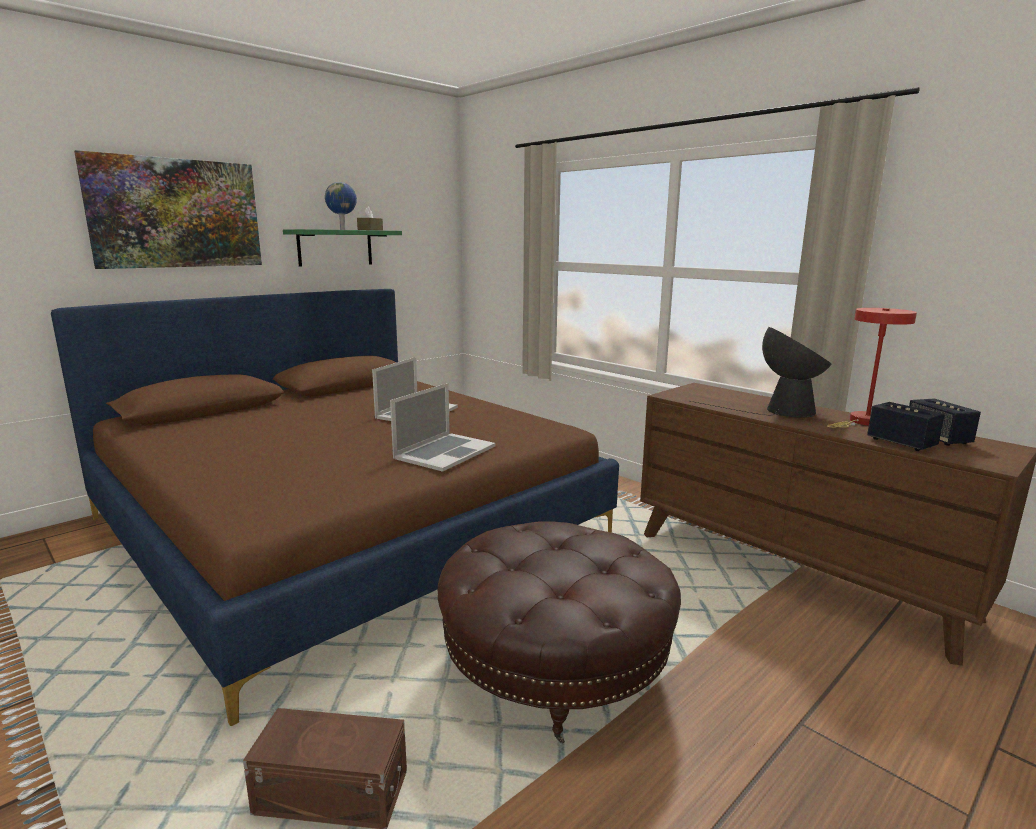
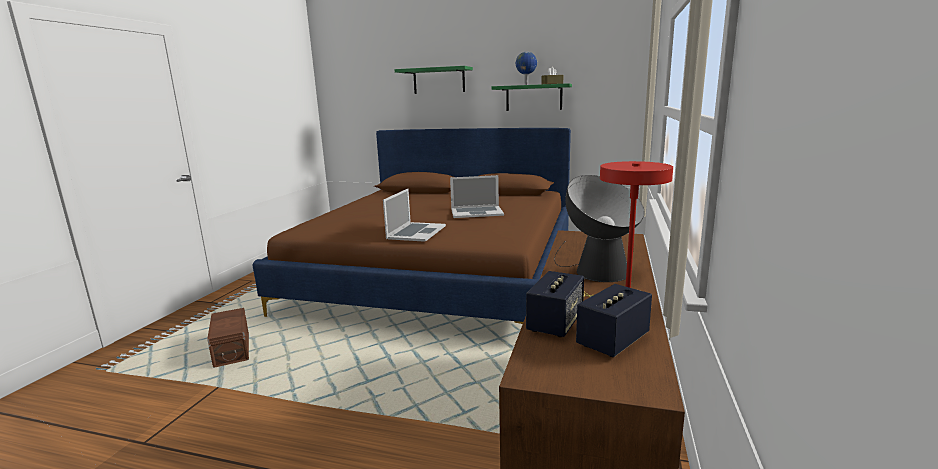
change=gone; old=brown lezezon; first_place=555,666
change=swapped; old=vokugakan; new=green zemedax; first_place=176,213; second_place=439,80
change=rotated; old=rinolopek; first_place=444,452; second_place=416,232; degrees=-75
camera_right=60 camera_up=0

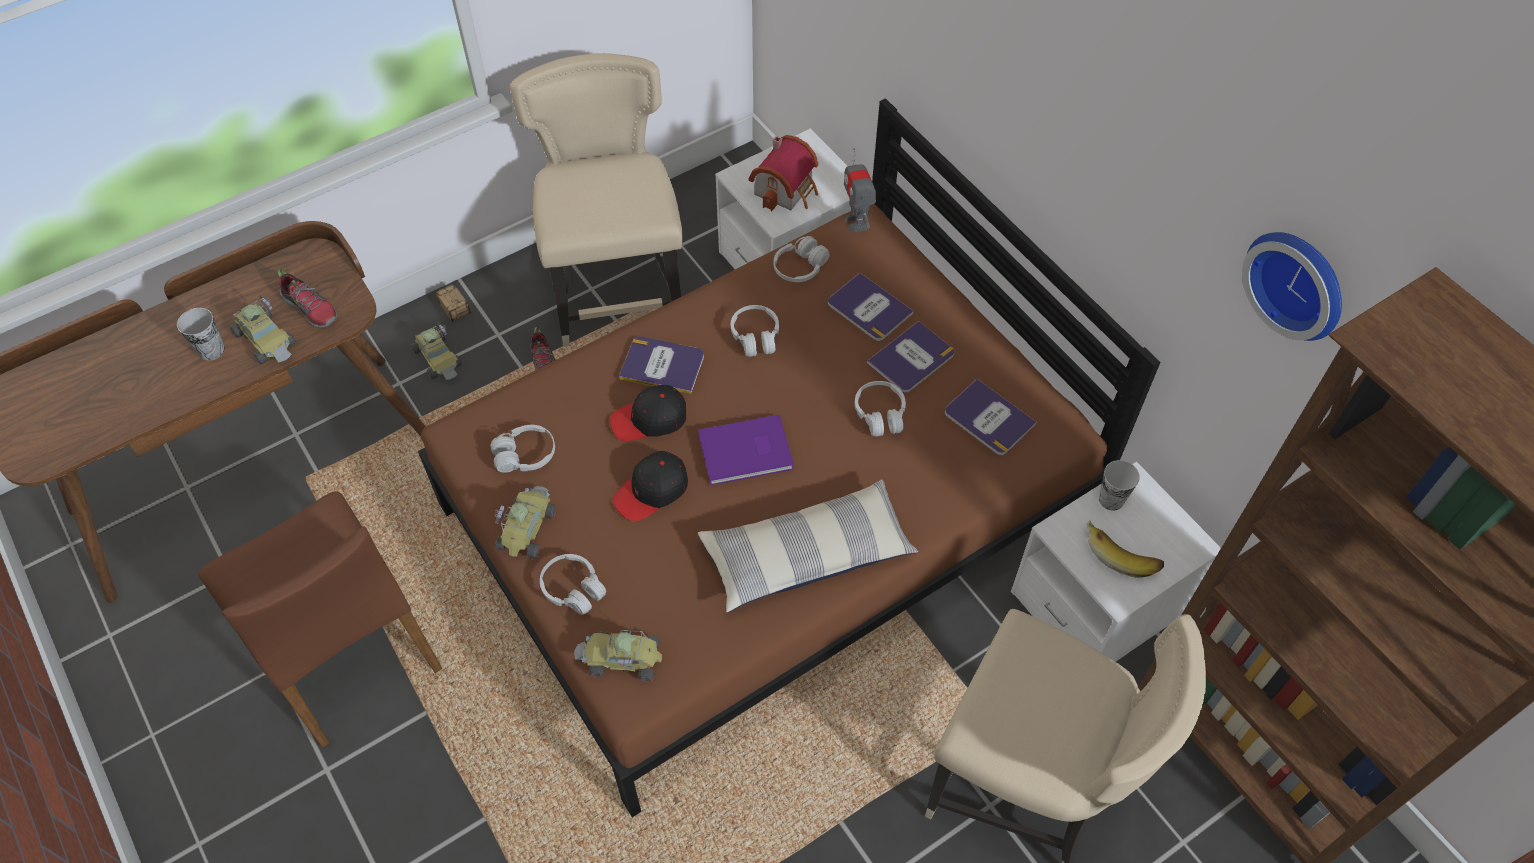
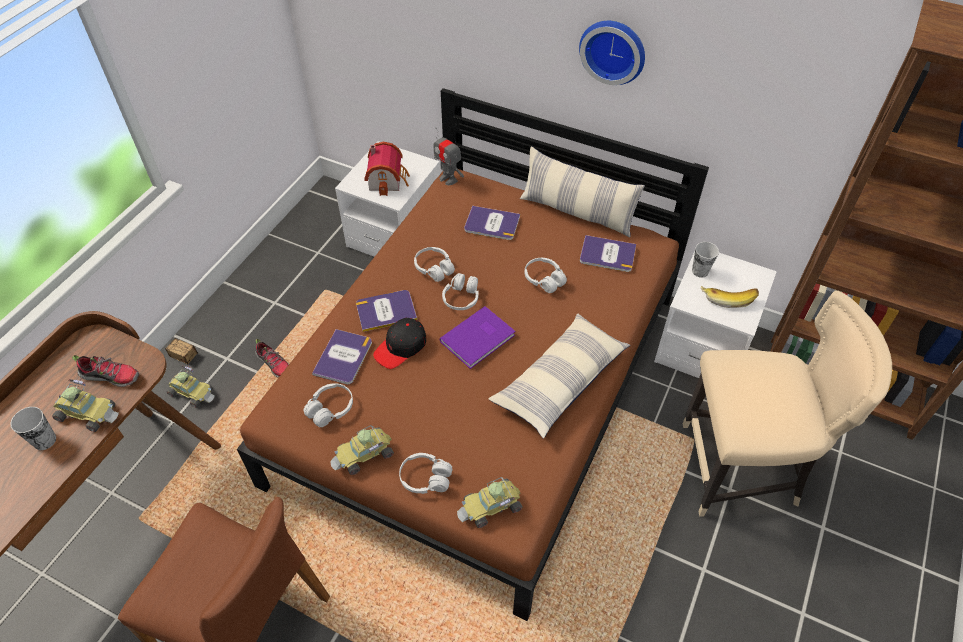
change=gone; old=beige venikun; first_place=618,292
change=gone; old=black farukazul; first_place=652,491
change=new; new=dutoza; second_place=577,212
change=shifted; old=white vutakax; first_place=800,267; second_place=461,298
change=shifted; old=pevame; first_place=911,358; second_place=343,357
change=shifted; old=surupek; first_place=1299,282; second_place=613,50
change=rotated; old=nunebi; first_place=526,528; second_place=365,455; degrees=-105
camera_right=-30 camera_up=-5

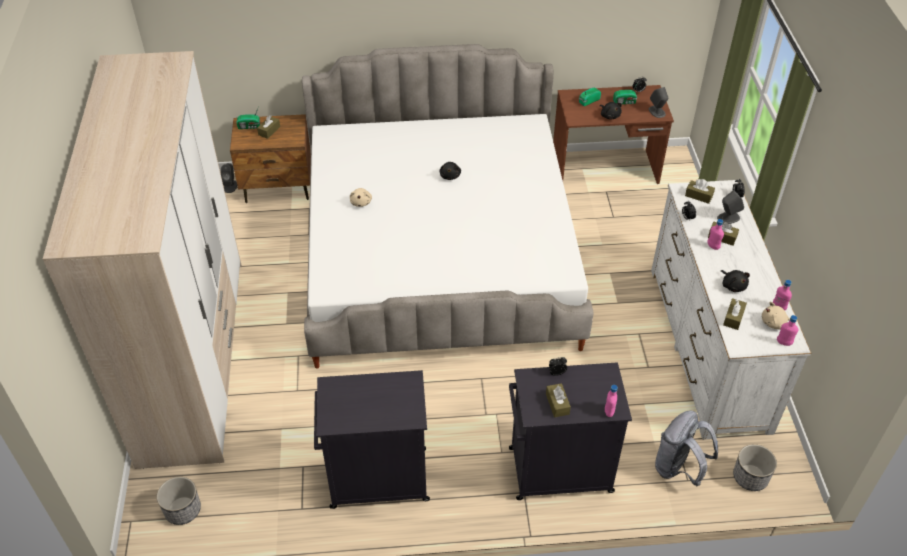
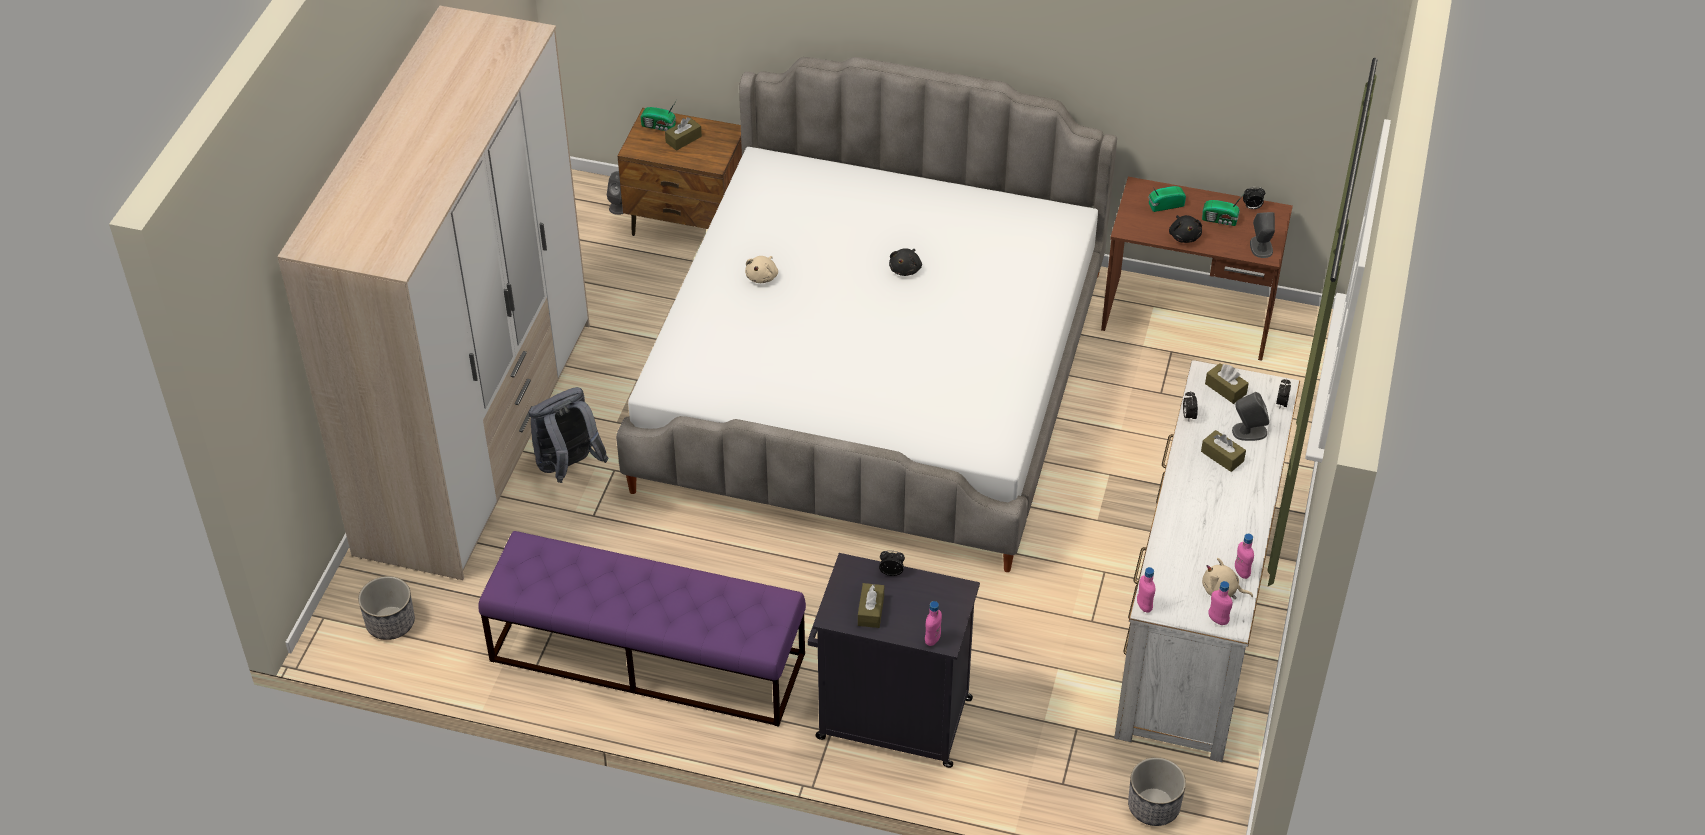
change=gone; old=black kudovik; first_place=733,285
change=gone; old=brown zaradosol; first_place=733,318
change=shifted; old=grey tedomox; first_place=679,468; second_place=568,467
change=shifted; old=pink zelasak; first_place=713,246; second_place=1144,606
change=swapped; old=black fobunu; new=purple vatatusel; first_place=376,478; second_place=646,657
camera_right=20 camera_up=0

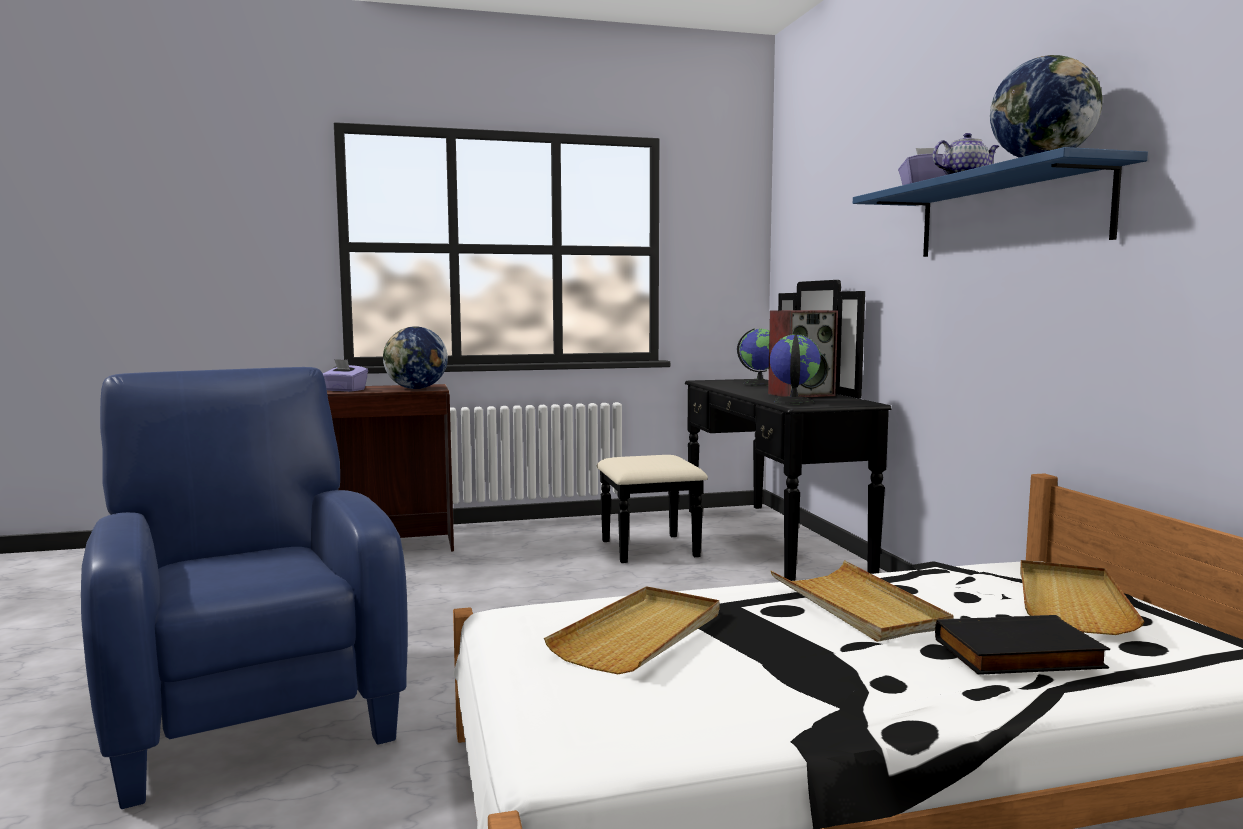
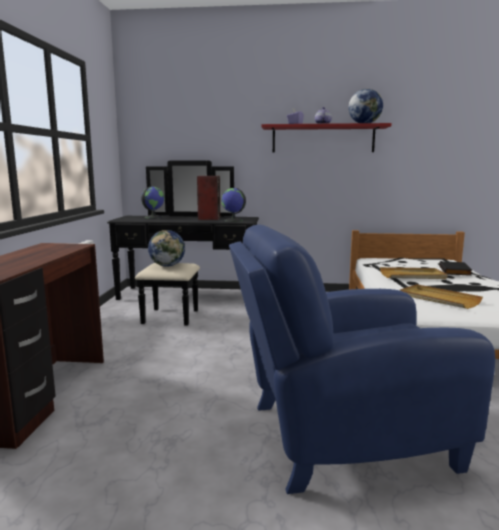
change=gone; old=purple zaradosol; first_place=345,390
change=gone; old=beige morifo; first_place=1070,601
change=shifted; old=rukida; first_place=416,388; second_place=167,266
change=repainted; old=blue zemedax; new=red zemedax; first_place=1007,214; second_place=323,139
camera_right=-70 camera_up=5

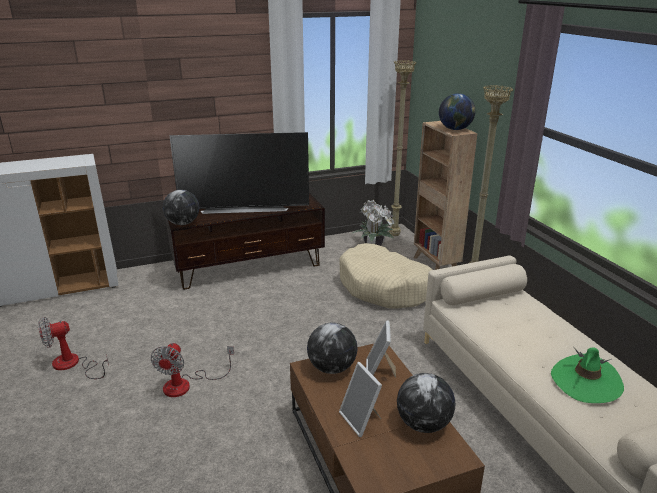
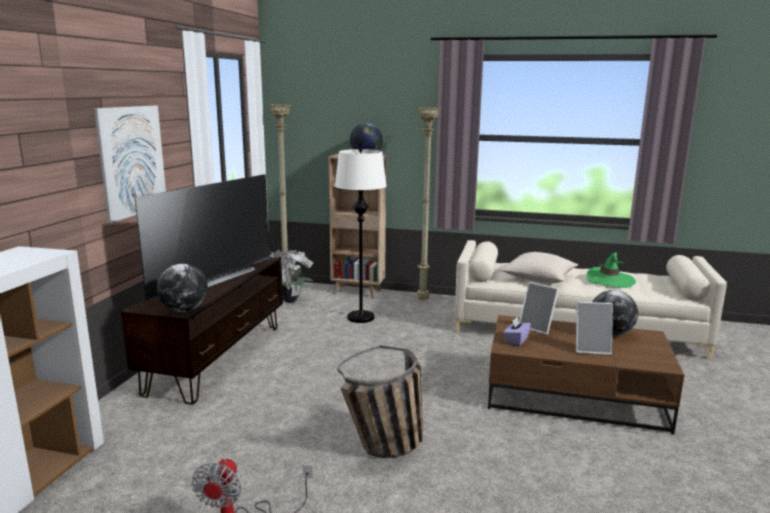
change=new; new=vokugakan; second_place=132,161
change=new; new=beige dutoza; second_place=538,278
change=swapped; old=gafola; new=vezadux; first_place=186,384; second_place=386,450
change=swapped; old=rukida; new=purple zaradosol; first_place=331,368; second_place=516,340
change=swapped; old=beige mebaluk; new=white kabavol; first_place=385,287; second_place=360,318
camera_right=-55 camera_up=-10

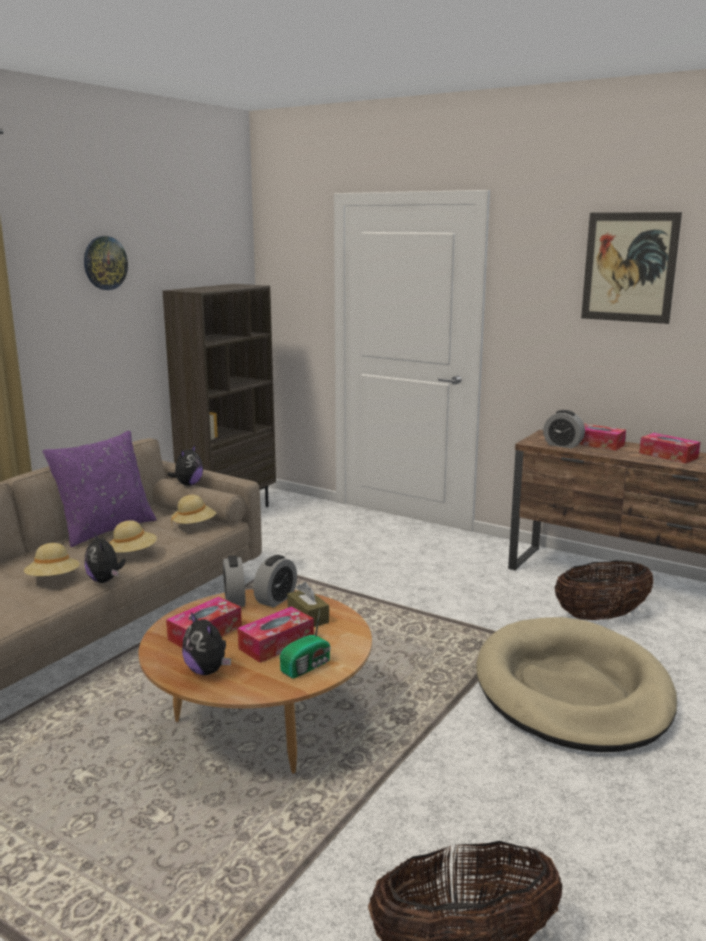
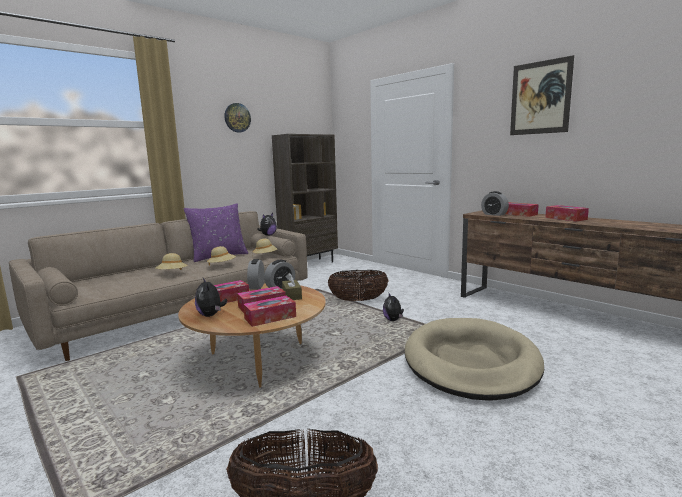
change=shifted; old=kudovik; first_place=105,580; second_place=393,320
change=shifted; old=vezadux; first_place=601,616; second_place=358,300
change=swapped; old=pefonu; new=zaradosol; first_place=307,666; second_place=270,317
camera_right=15 camera_up=-5

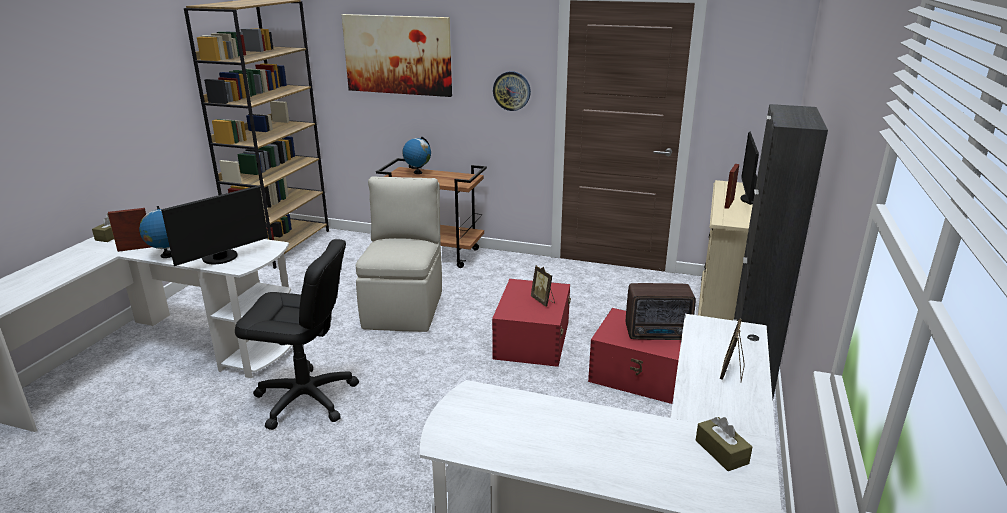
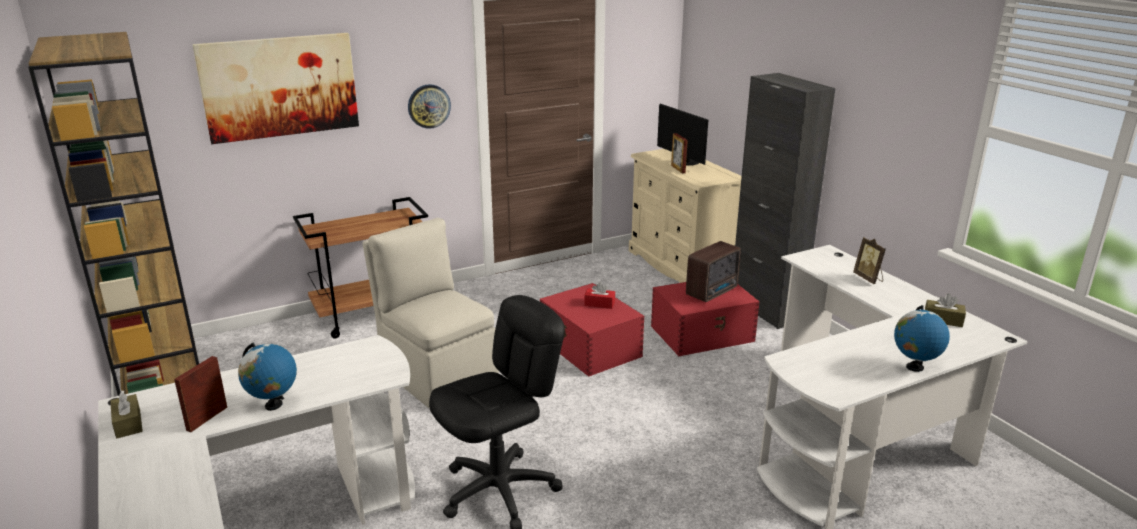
change=gone; old=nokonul; first_place=222,258
change=shifted; old=rukida; first_place=417,172; second_place=914,367
change=swapped; old=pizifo; new=red zaradosol; first_place=543,301; second_place=599,304
camera_right=-45 camera_up=0

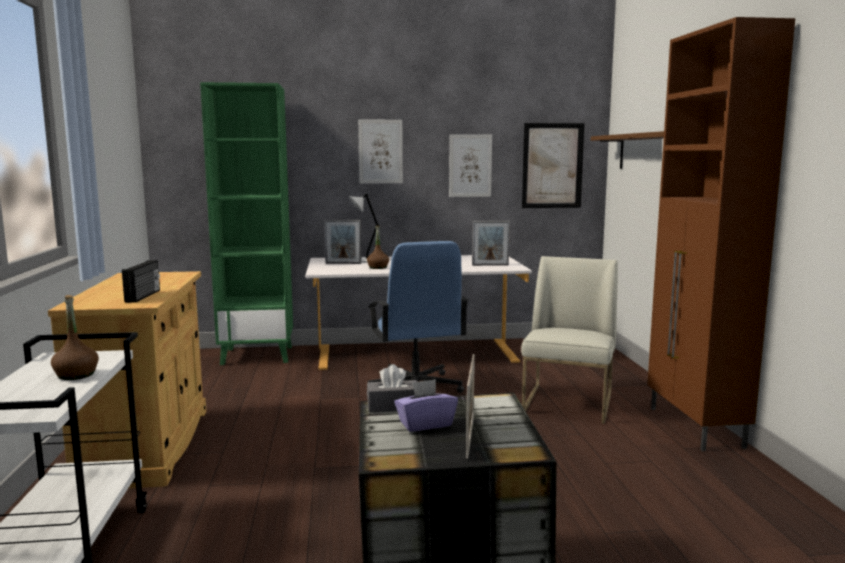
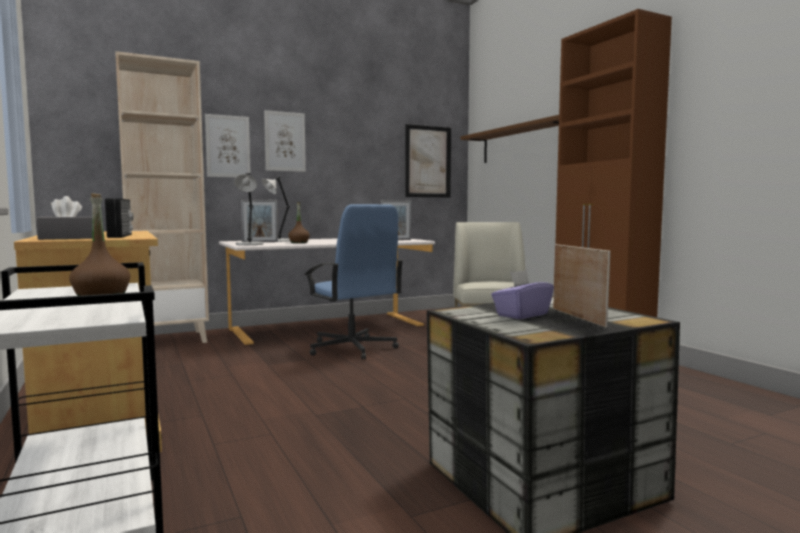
change=new; new=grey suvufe; second_place=249,244
change=shifted; old=grey zaradosol; first_place=393,406; second_place=68,238
change=shifted; old=vokugakan; first_place=470,165; second_place=228,146
change=repainted; old=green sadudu; new=beige sadudu; first_place=258,355; second_place=169,340
camera_right=-20 camera_up=-5

